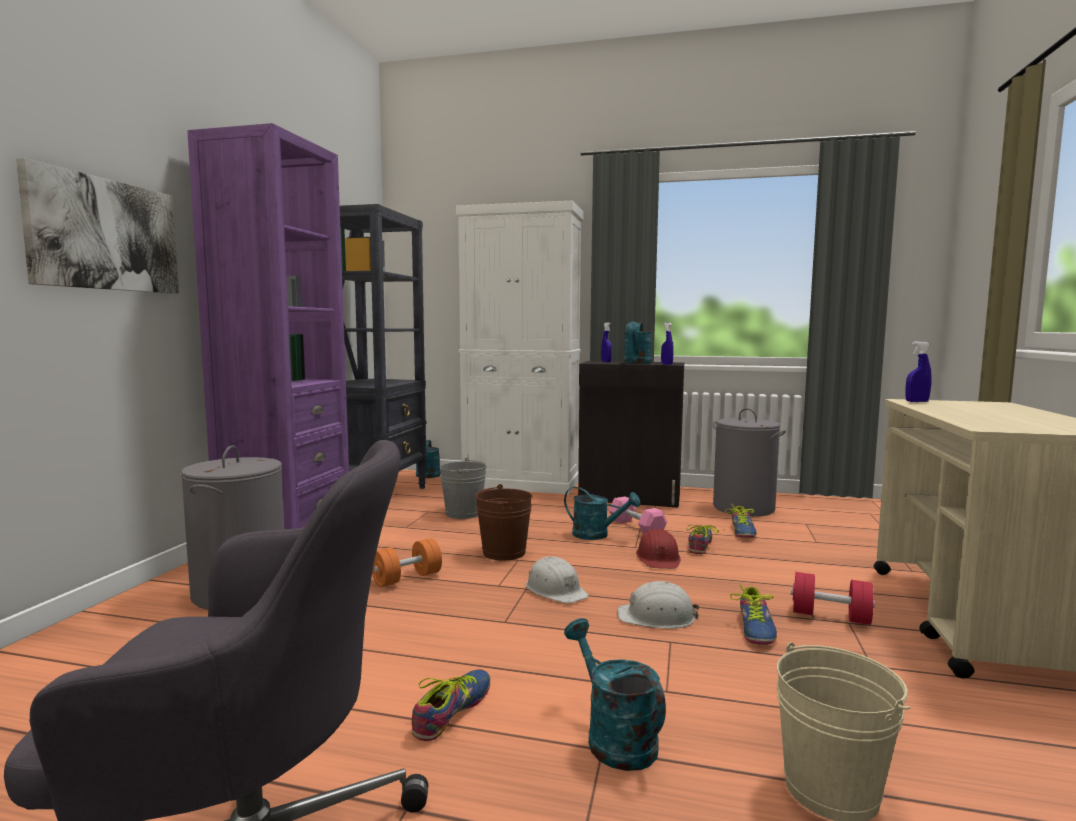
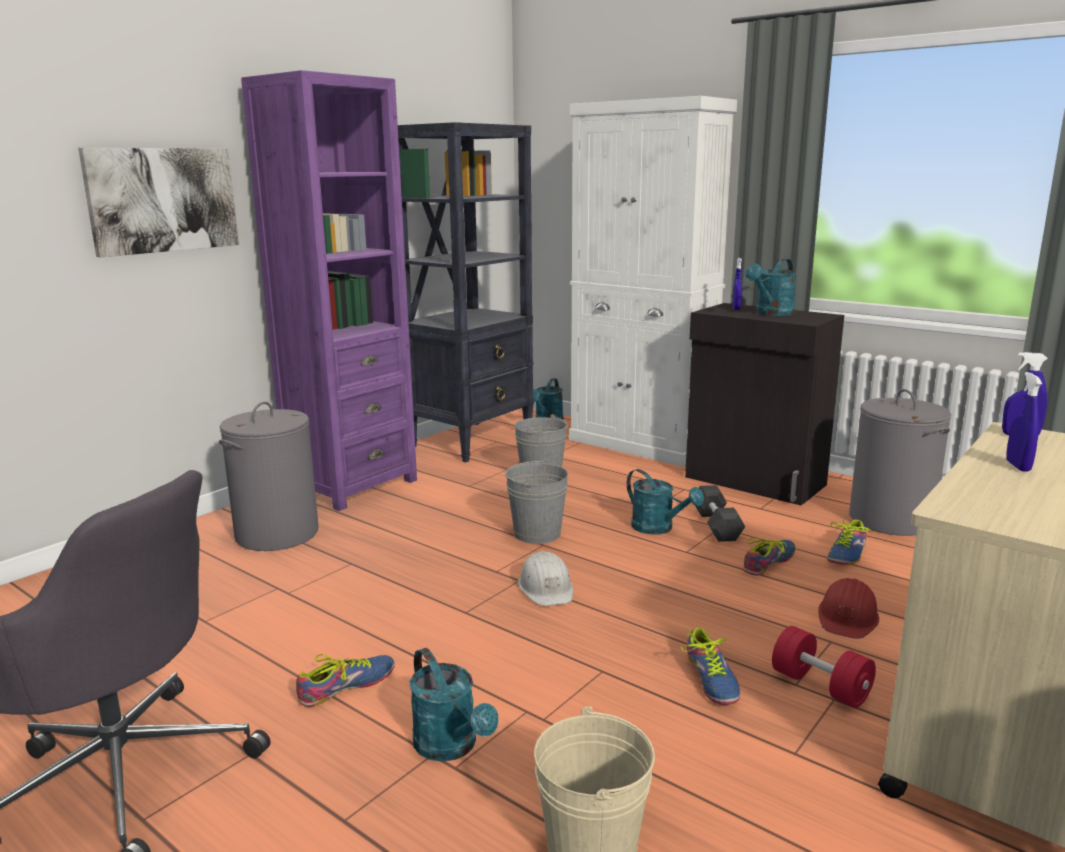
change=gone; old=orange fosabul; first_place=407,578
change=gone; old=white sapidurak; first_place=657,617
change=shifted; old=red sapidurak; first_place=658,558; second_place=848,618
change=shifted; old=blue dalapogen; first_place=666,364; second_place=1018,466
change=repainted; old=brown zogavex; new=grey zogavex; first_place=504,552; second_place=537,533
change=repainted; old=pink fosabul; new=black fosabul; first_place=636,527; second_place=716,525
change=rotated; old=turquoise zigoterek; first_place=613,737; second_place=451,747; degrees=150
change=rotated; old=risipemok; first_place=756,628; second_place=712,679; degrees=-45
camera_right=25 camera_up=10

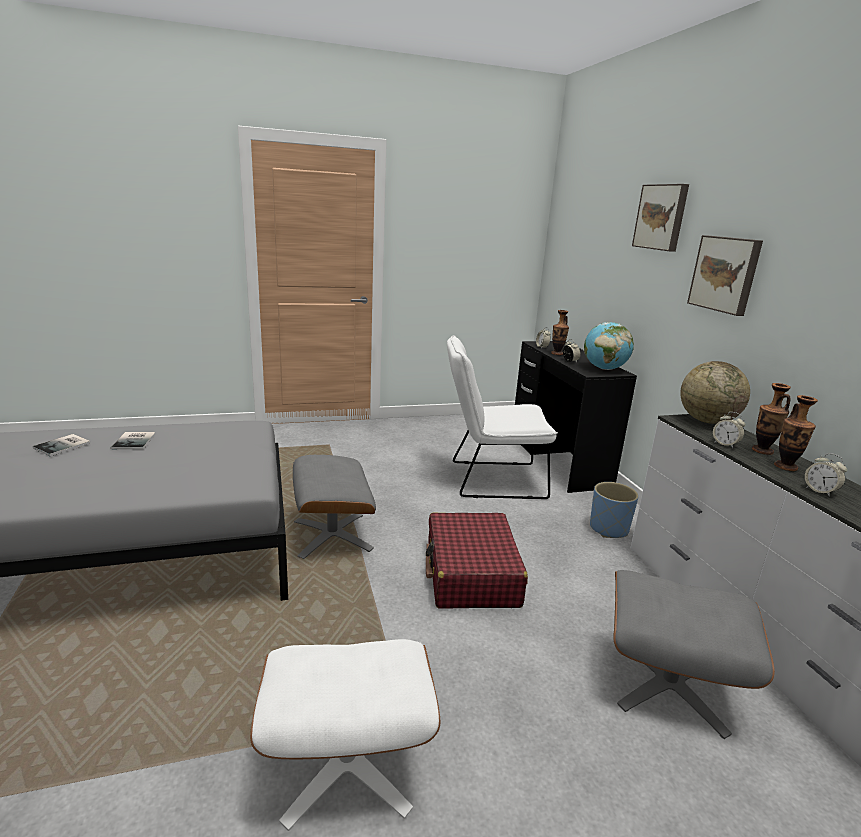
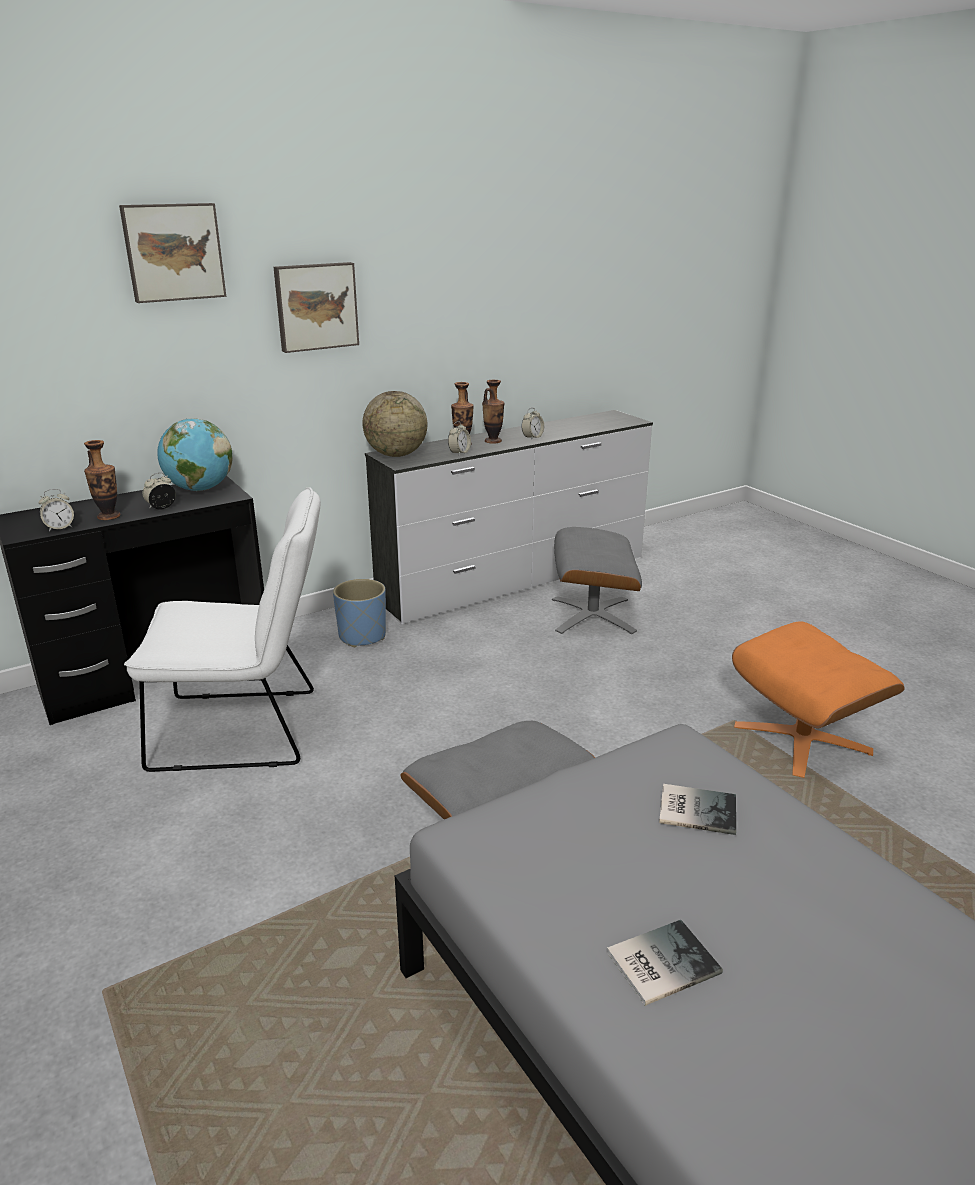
change=gone; old=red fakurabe; first_place=471,574
change=shifted; old=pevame; first_place=64,446; second_place=695,808
change=repainted; old=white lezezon; new=orange lezezon; first_place=346,763; second_place=802,739
change=rotated; old=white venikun; first_place=490,479; second_place=248,729; degrees=-75
camera_right=-105 camera_up=5

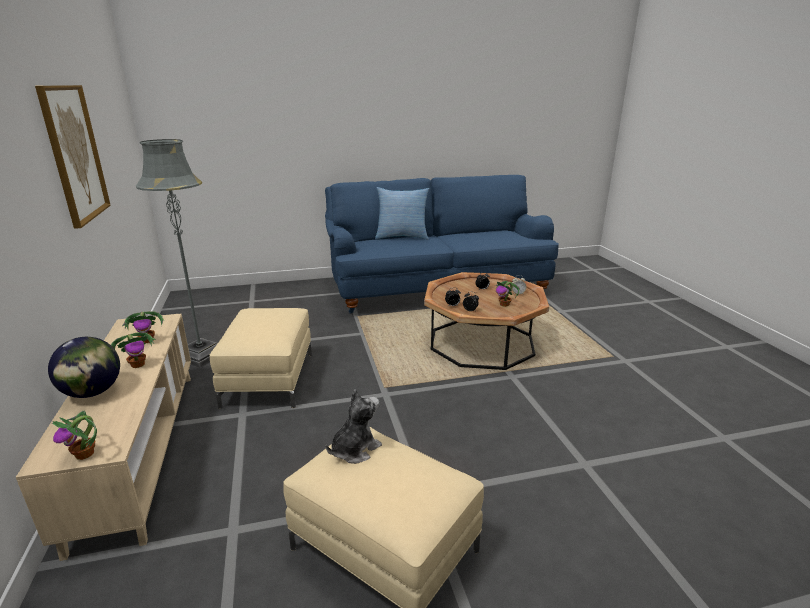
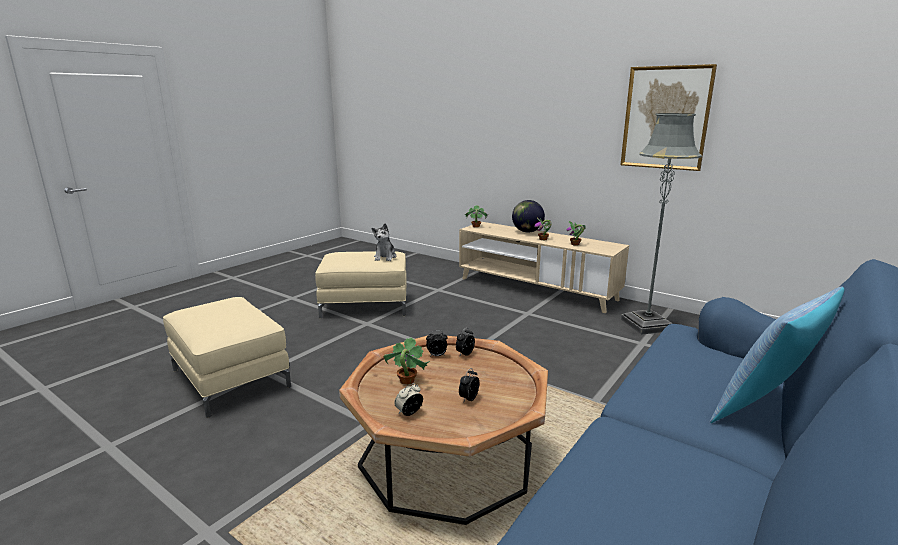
change=shifted; old=beige lezezon; first_place=269,379; second_place=230,378
camera_right=140 camera_up=-5

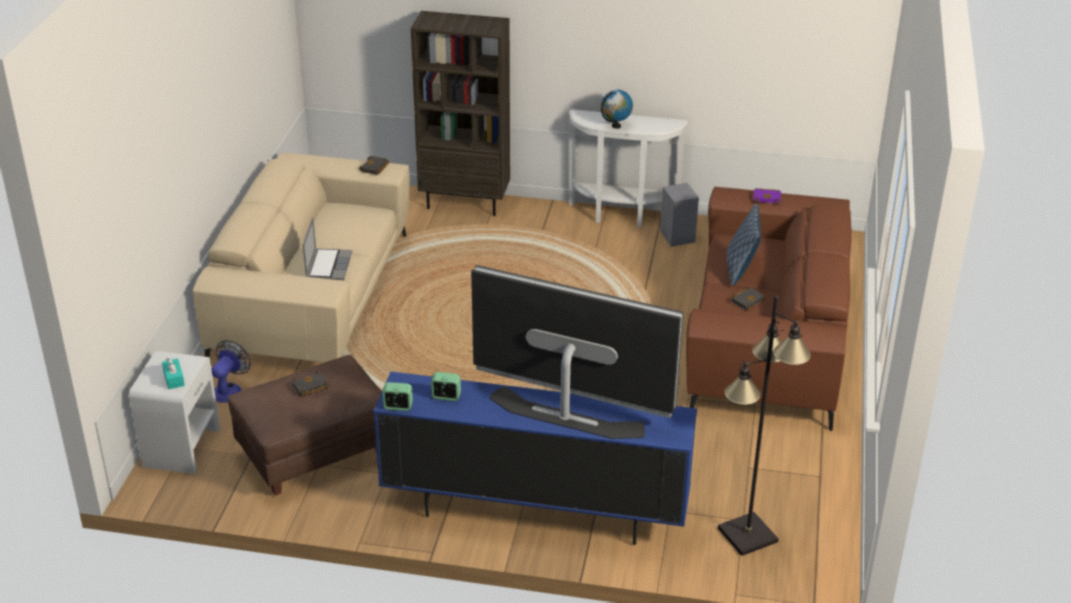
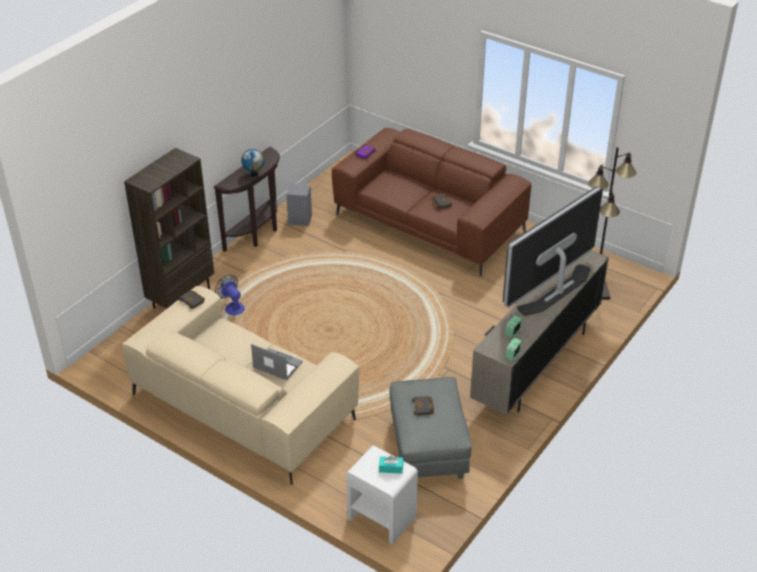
change=gone; old=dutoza; first_place=740,269
change=shifted; old=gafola; first_place=230,389; second_place=232,307
change=repainted; old=brown lezezon; new=grey lezezon; first_place=314,453; second_place=428,449
change=repainted; old=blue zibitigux; new=beige zibitigux; first_place=533,511; second_place=536,365
change=repainted; old=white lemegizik; new=brown lemegizik; first_place=621,216; second_place=257,234
camera_right=-65 camera_up=5

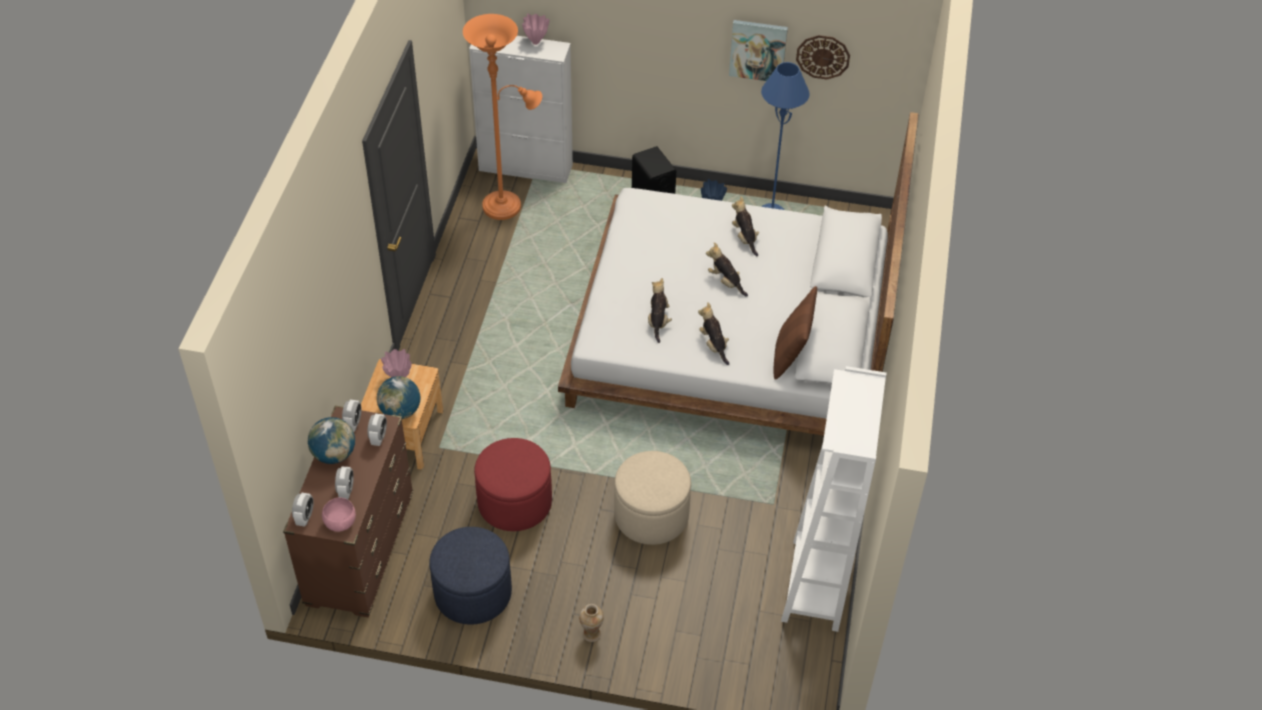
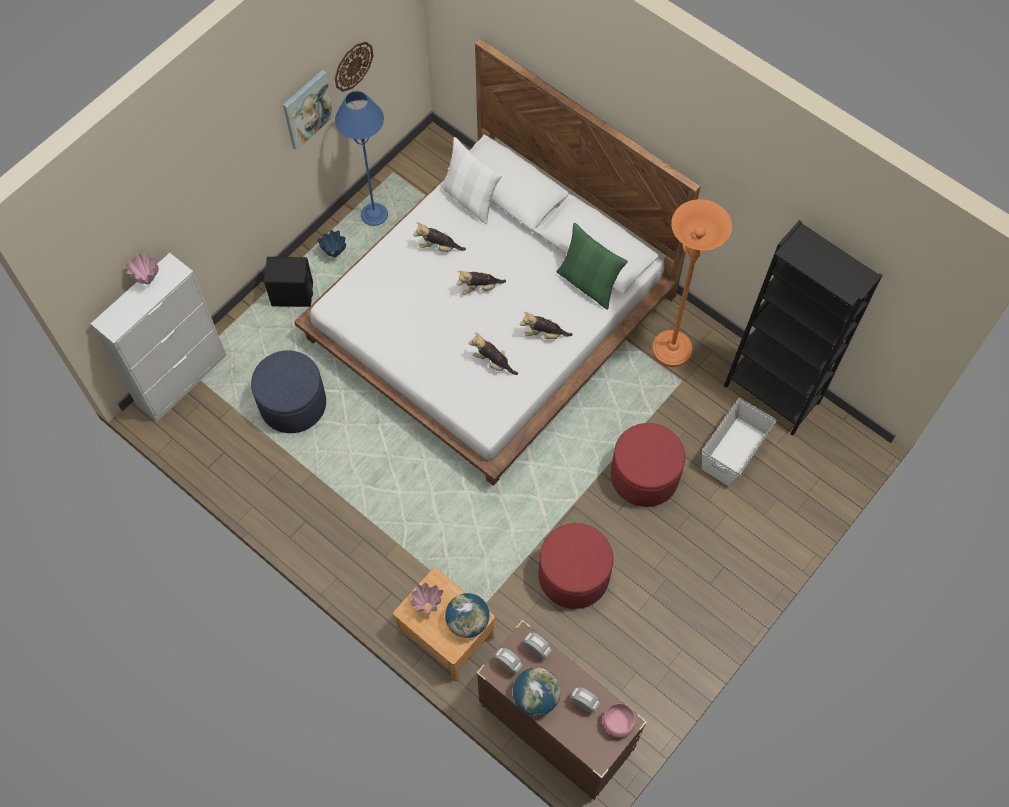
change=gone; old=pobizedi; first_place=305,517
change=gone; old=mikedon; first_place=591,634
change=new; new=white dutoza; second_place=470,199
change=new; new=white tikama; second_place=732,451
change=shifted; old=blue lezezon; first_place=473,592; second_place=293,404
change=shifted; old=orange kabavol; first_place=507,205; second_place=672,344
change=repainted; old=beige lezezon; new=red lezezon; first_place=651,515; second_place=644,476
change=repainted; old=brown dutoza; new=green dutoza; first_place=790,355; second_place=588,284
change=repainted; old=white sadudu; new=black sadudu; first_place=815,585; second_place=772,393
camera_right=-60 camera_up=15

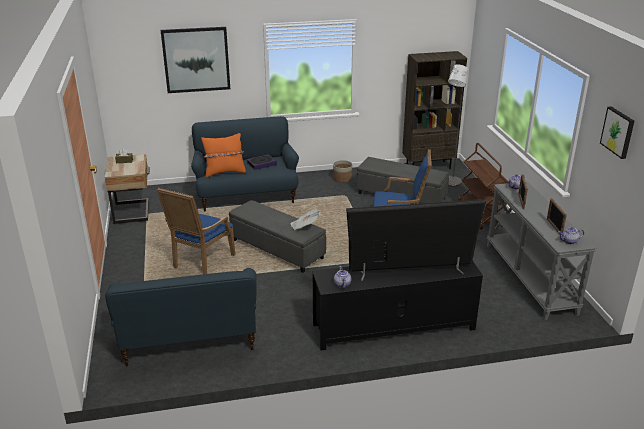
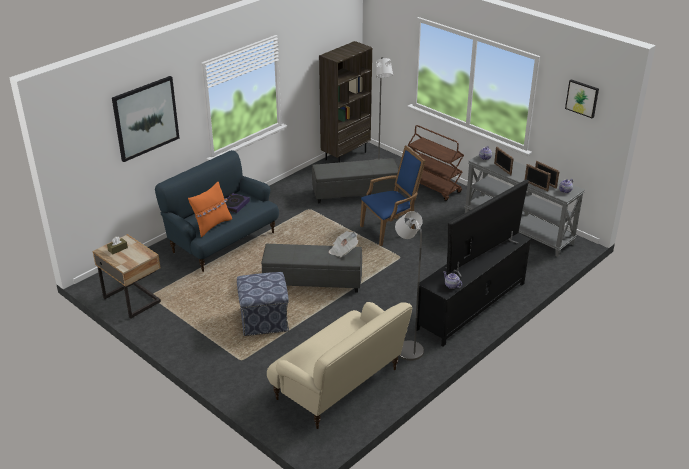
change=gone; old=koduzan; first_place=342,178
change=new; new=grey kabavol; second_place=407,348
change=new; new=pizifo; second_place=536,186
change=swapped; old=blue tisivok; new=lezezon; first_place=200,263; second_place=263,320
change=repainted; old=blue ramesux; new=beige ramesux; first_place=189,340; second_place=339,385
camera_right=-35 camera_up=5

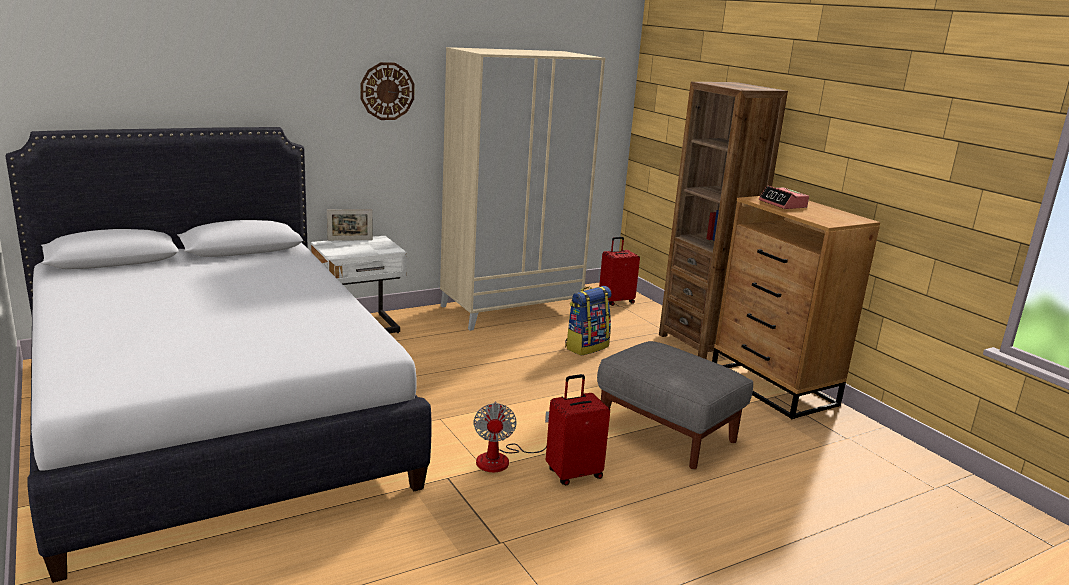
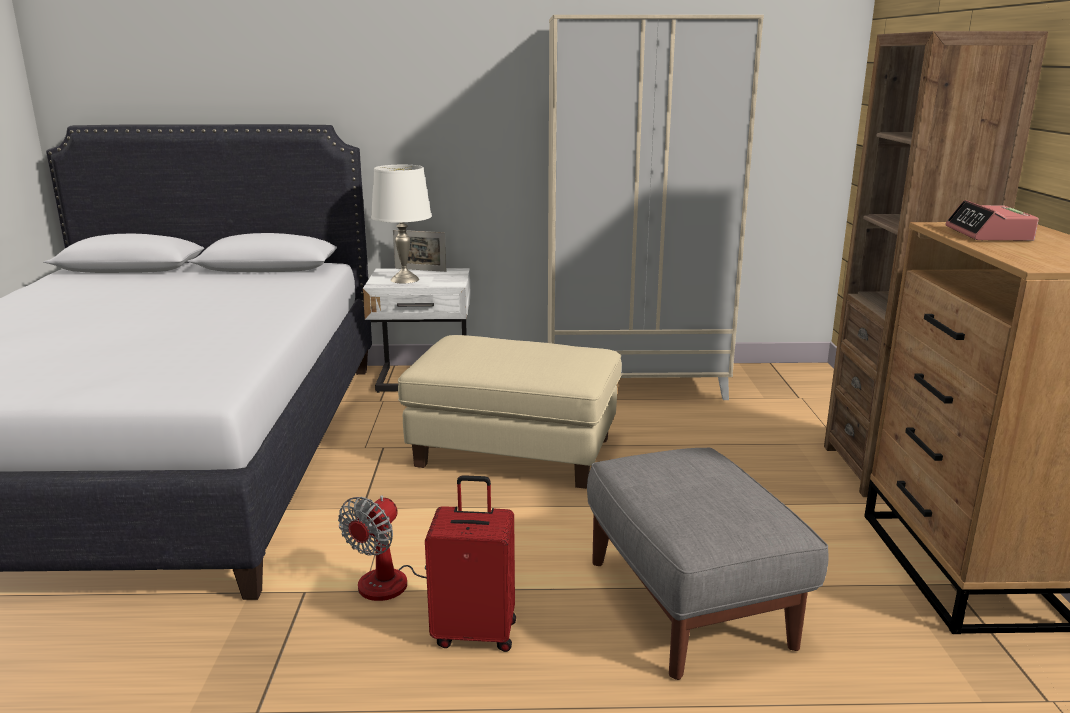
change=gone; old=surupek; first_place=387,91
change=gone; old=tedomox; first_place=586,347
change=gone; old=red fakurabe; first_place=616,301
change=new; new=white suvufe; second_place=405,279
change=new; new=beige lezezon; second_place=513,452
camera_right=30 camera_up=0

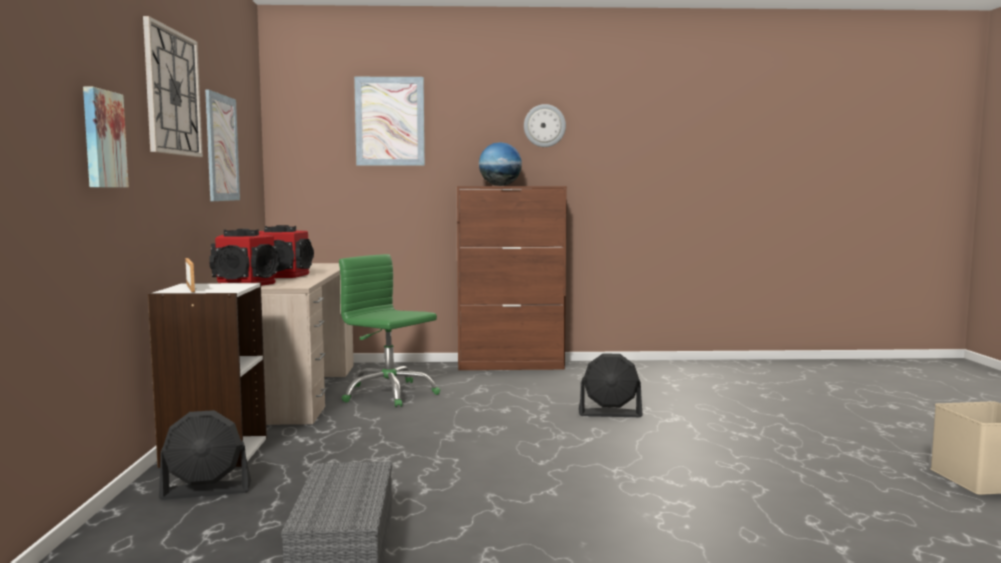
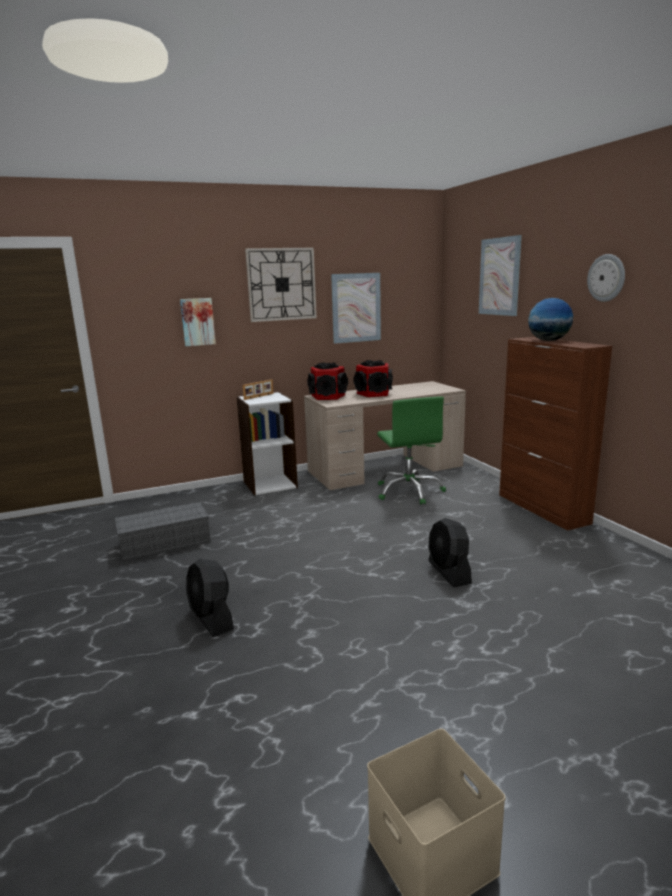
change=shifted; old=black gafola; first_place=206,491; second_place=211,618
change=rotated; old=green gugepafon; first_place=388,394; second_place=409,491; degrees=150
camera_right=70 camera_up=10

